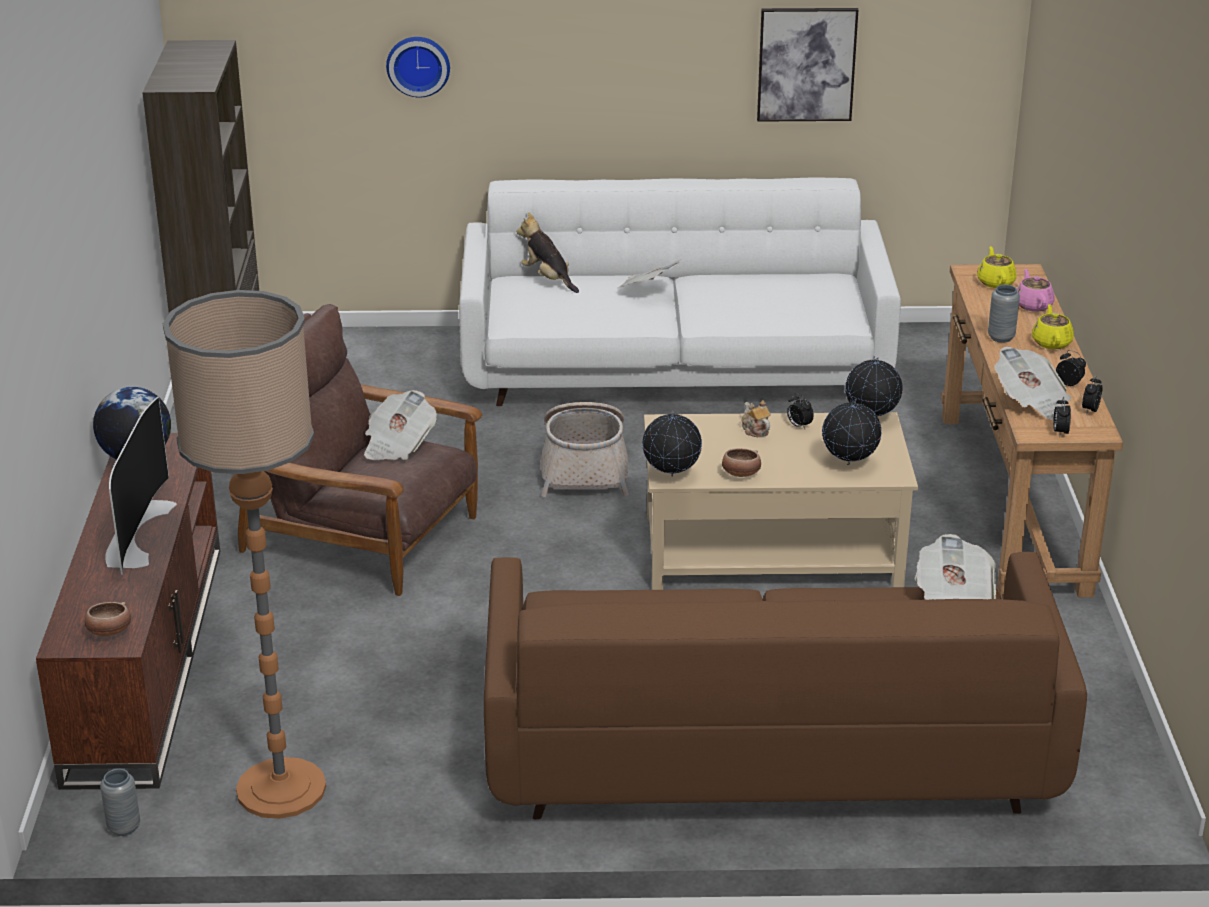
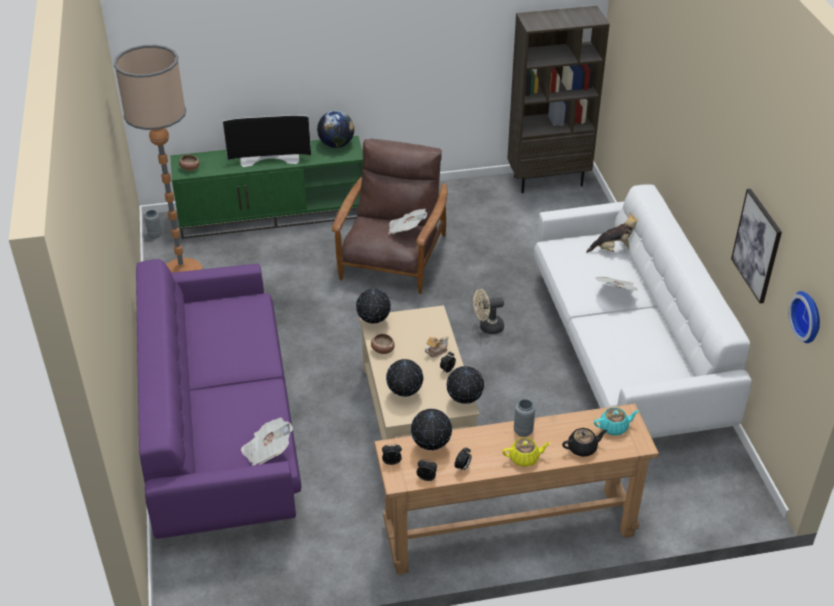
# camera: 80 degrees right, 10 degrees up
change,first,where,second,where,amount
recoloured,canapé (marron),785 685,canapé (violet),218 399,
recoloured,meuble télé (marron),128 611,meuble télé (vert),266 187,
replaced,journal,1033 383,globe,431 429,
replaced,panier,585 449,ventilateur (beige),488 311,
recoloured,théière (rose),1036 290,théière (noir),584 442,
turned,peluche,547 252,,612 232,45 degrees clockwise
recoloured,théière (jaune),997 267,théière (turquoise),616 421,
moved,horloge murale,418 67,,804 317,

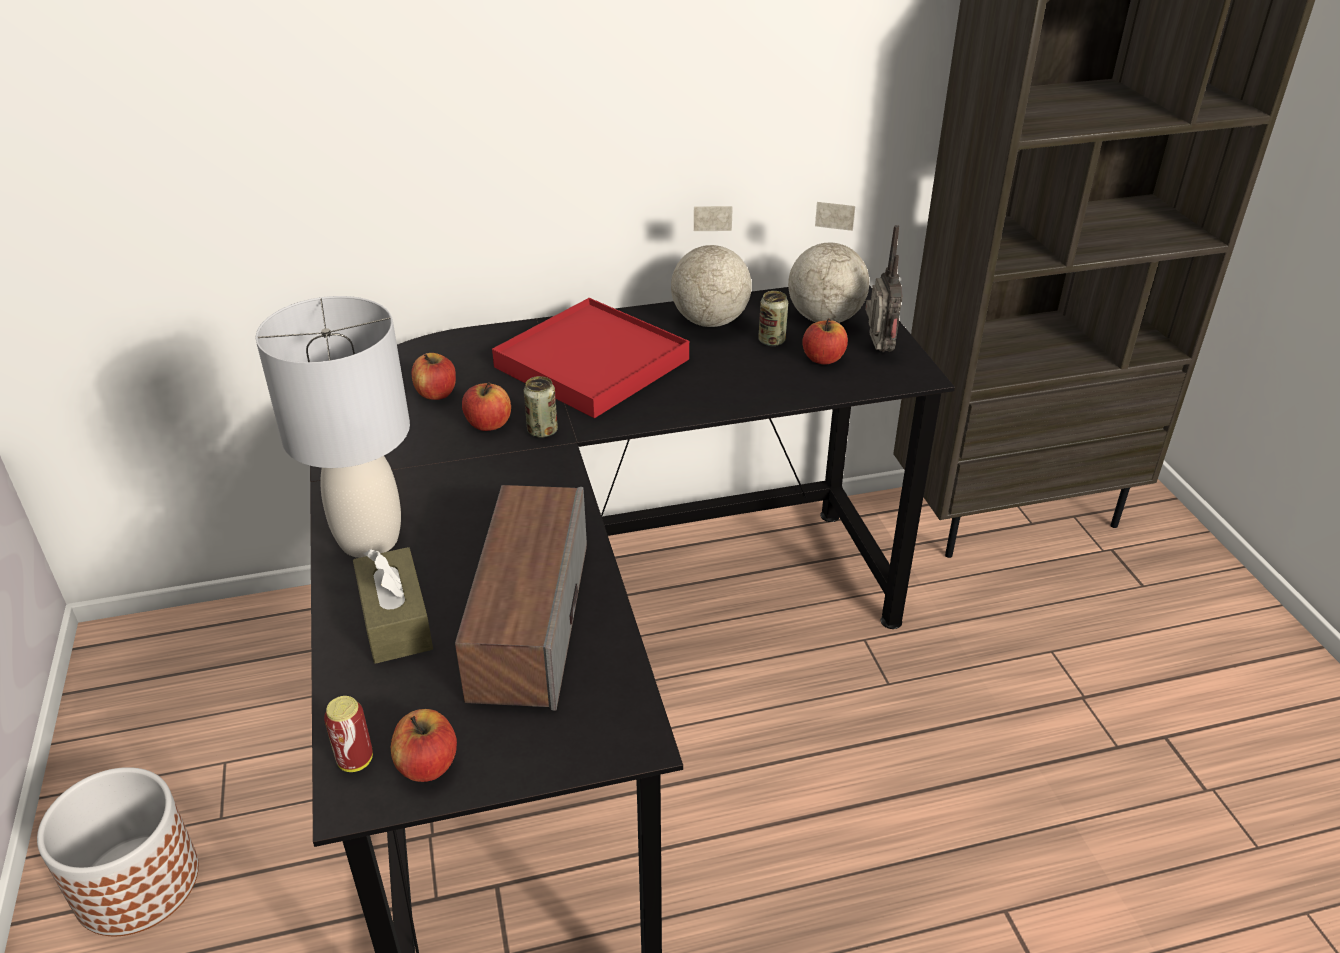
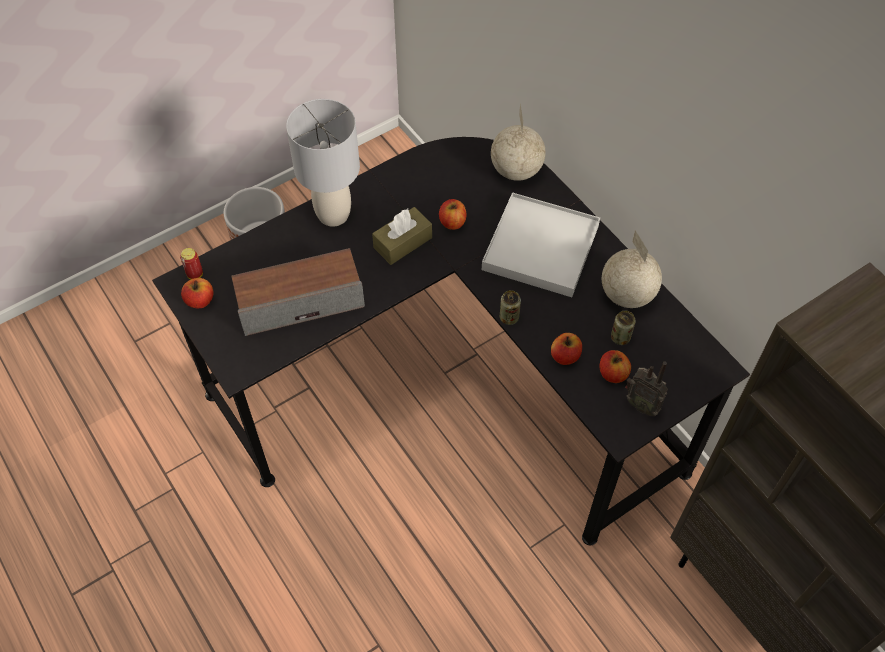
# camera: 70 degrees right, 20 degrees up
change,first,where,second,where,amount
moved,boîte à mouchoirs (marron),393 605,,402 236,
recoloured,plateau (rouge),590 358,plateau (blanc),541 244,
moved,globe,828 262,,518 142,
moved,boîte métallique,541 407,,510 307,
moved,pomme,434 376,,566 349,
turned,radio,884 288,,646 389,60 degrees clockwise

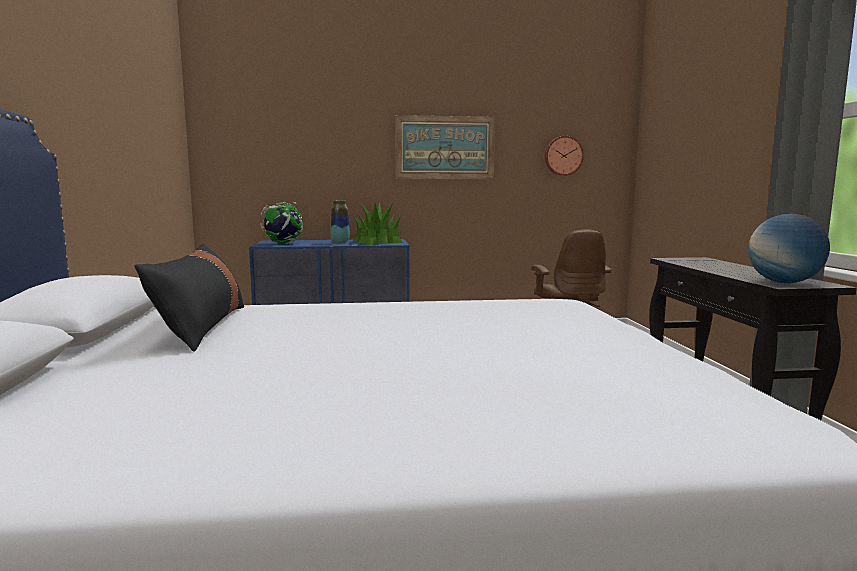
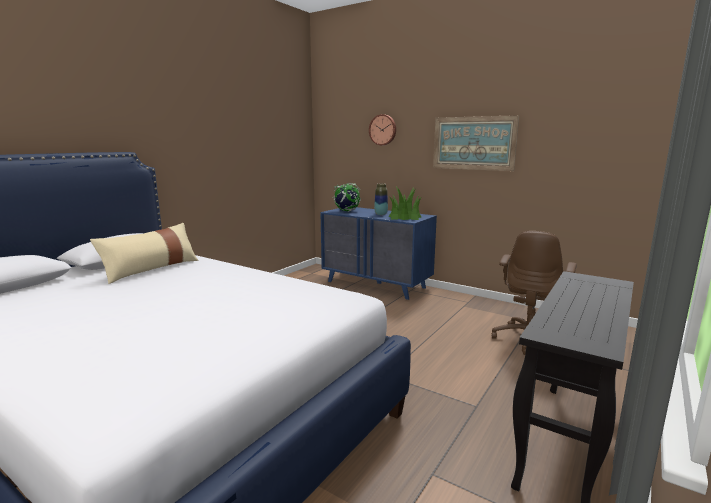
# camera: 40 degrees right, 5 degrees up
change,first,where,second,where,amount
recoloured,coussin (noir),189 297,coussin (beige),144 253,
moved,horloge murale,564 156,,382 129,
removed,globe,789 248,,,

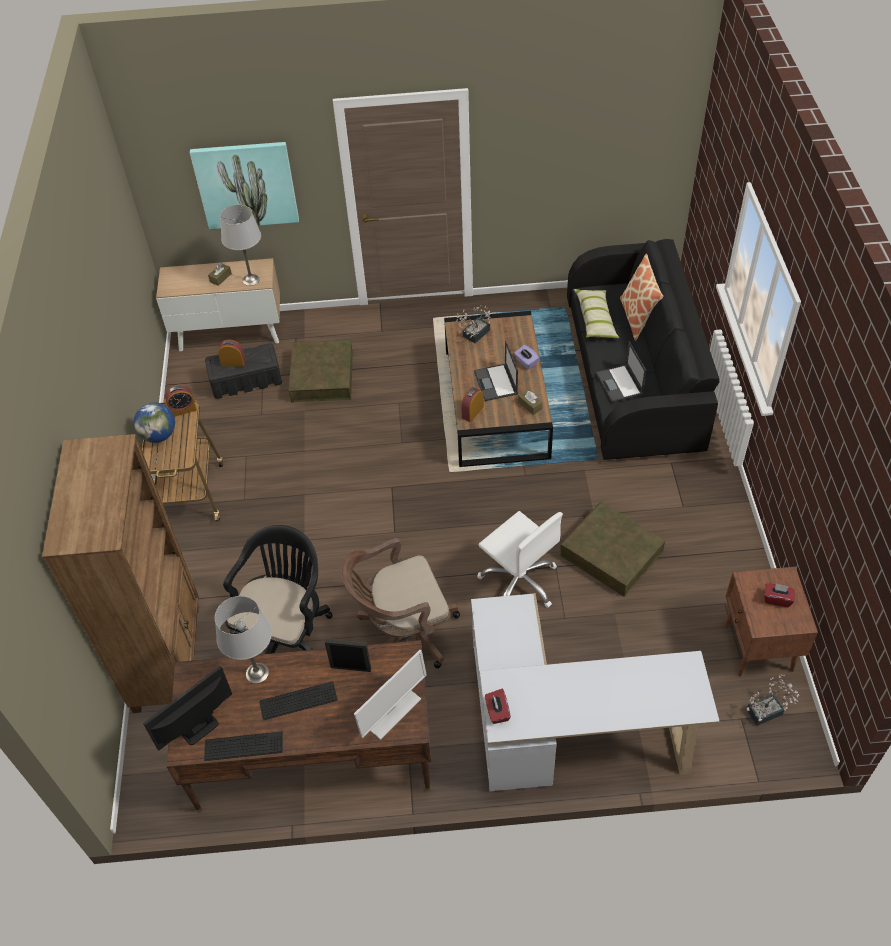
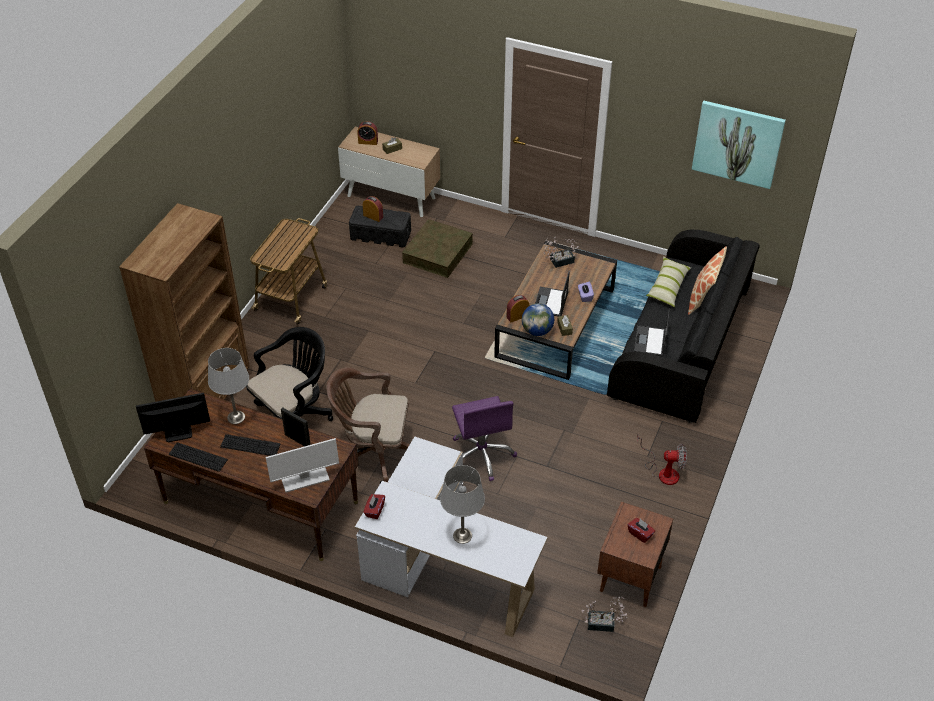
# camera: 25 degrees right, 5 degrees down
change,first,where,second,where,amount
moved,réveil,181 401,,367 133,
moved,lampe de table (gris),240 245,,462 504,
recoloured,chaise de bureau (blanc),520 559,chaise de bureau (violet),484 438,
moved,globe,154 422,,538 319,
added,,,ventilateur,662 460,
moved,tableau,244 185,,739 145,
removed,boîte de rangement (marron),612 549,,,

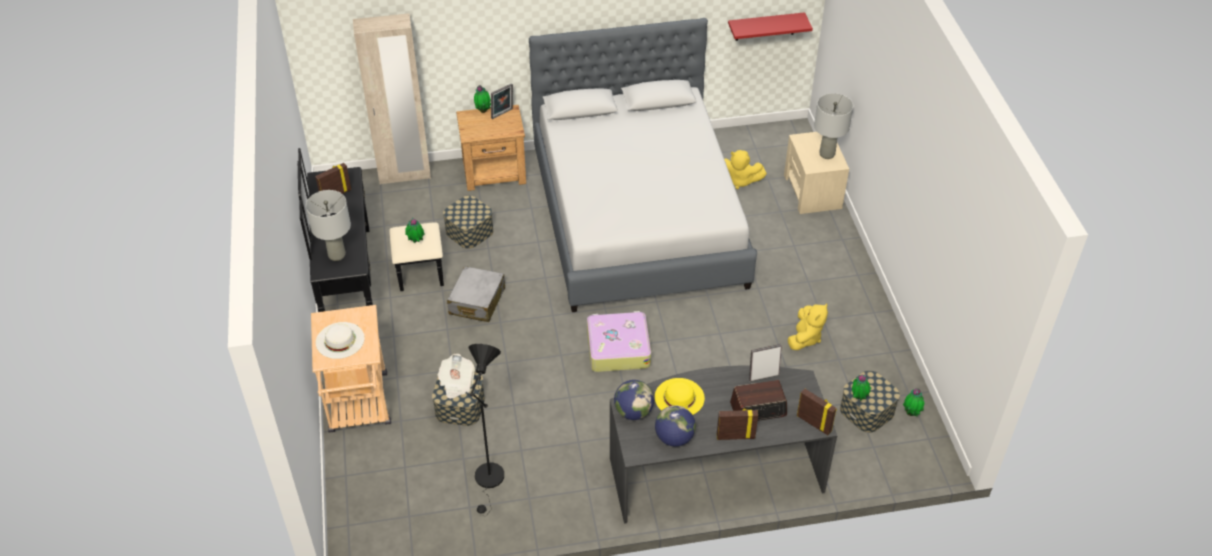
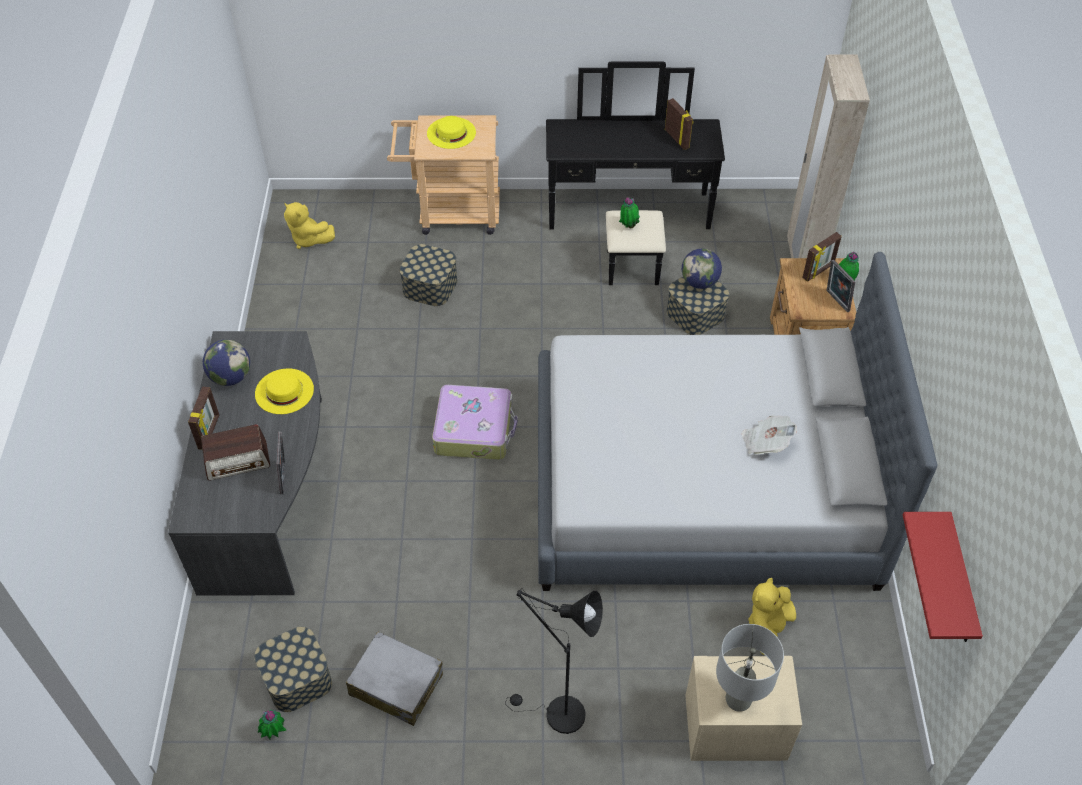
# camera: 100 degrees right, 5 degrees up
change,first,where,second,where,amount
turned,radio,758 400,,235 452,75 degrees clockwise
moved,peluche (jaune),808 326,,309 225,
moved,valise (gris),476 294,,394 679,
recoloured,chapeau (blanc),340 340,chapeau (jaune),451 132,
moved,lampadaire (noir),486 430,,554 662,
moved,globe,634 400,,702 269,
moved,journal,456 376,,769 435,
moved,cadre photo,817 412,,822 257,
removed,lampe de table (gris),328 225,,,
removed,plante en pot,861 387,,,

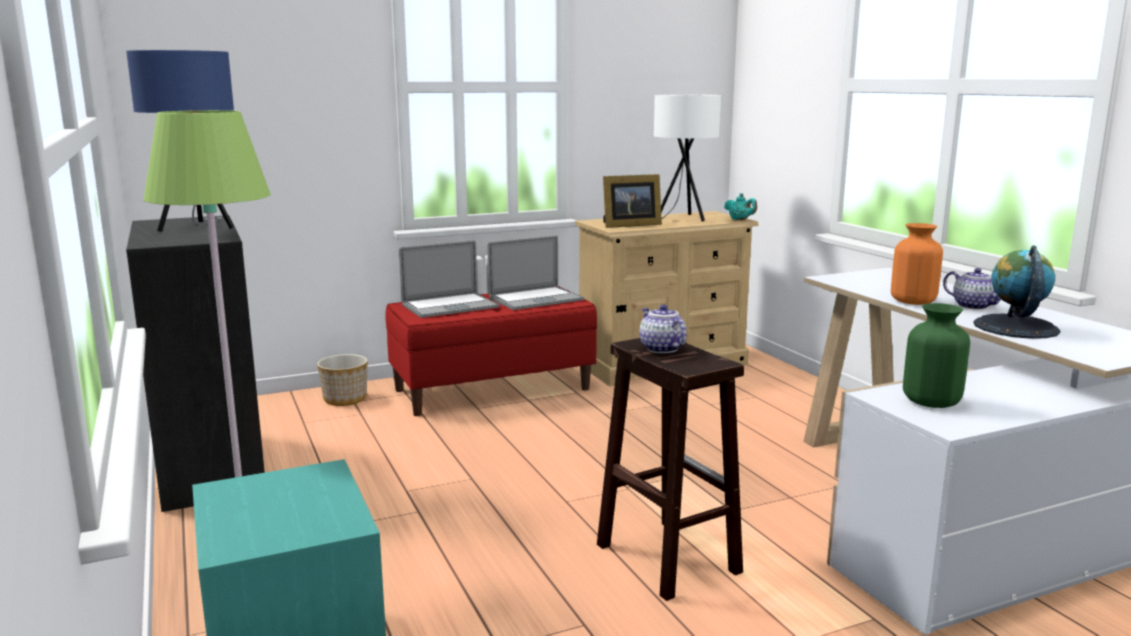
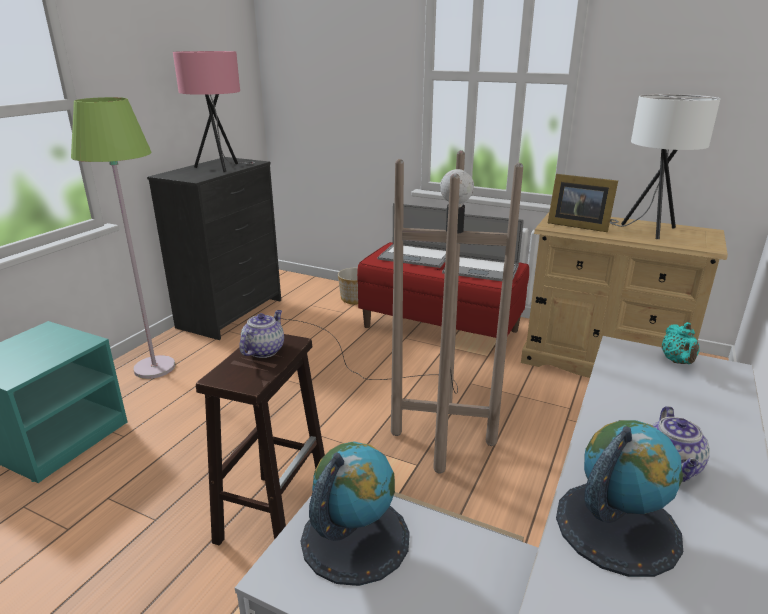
# camera: 50 degrees right, 10 degrees up
change,first,where,second,where,amount
recoloured,lampe de table (bleu),180 141,lampe de table (rose),214 112,
added,,,lampadaire (marron),401 312,
replaced,vase (vert),936 355,globe,355 514,
moved,théière (turquoise),740 206,,681 343,
removed,vase (orange),917 264,,,

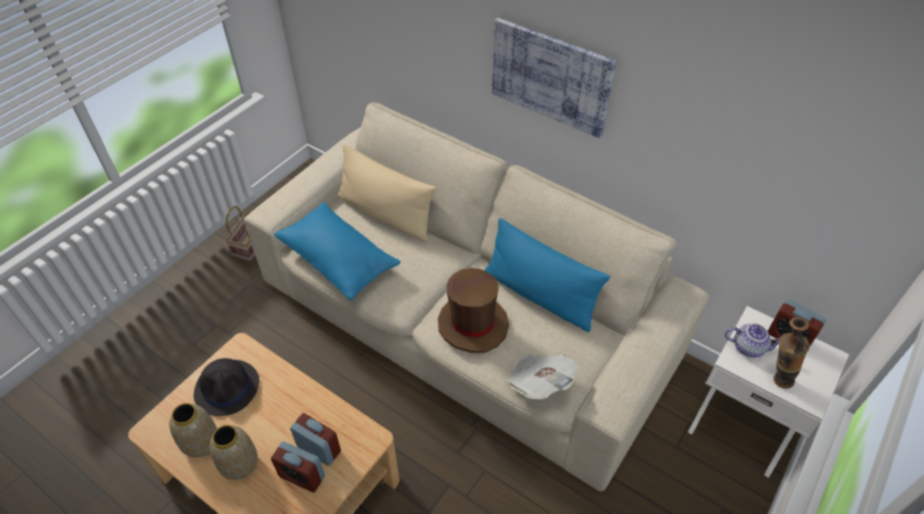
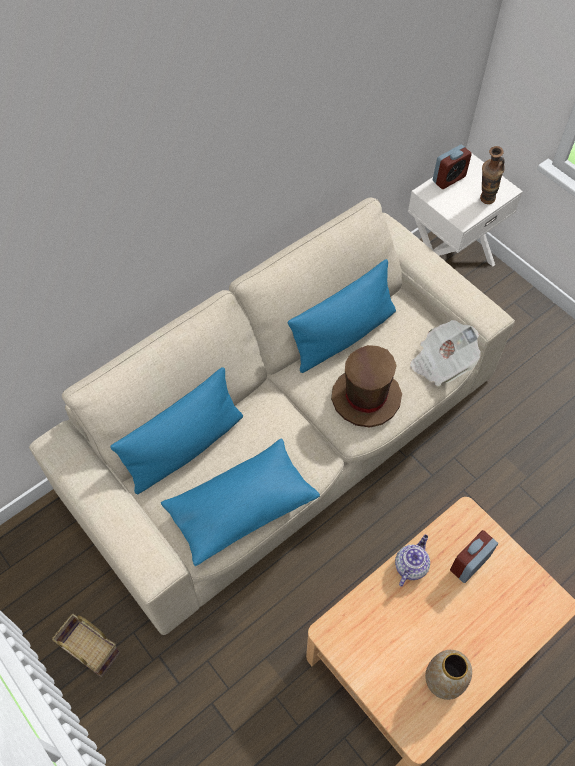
# camera: 75 degrees left, 10 degrees up
change,first,where,second,where,amount
recoloured,coussin (beige),387 193,coussin (bleu),176 430,
moved,théière,752 341,,412 560,
removed,chapeau (noir),226 387,,,
removed,vase,233 452,,,
removed,réveil,298 466,,,
removed,tableau,554 78,,,

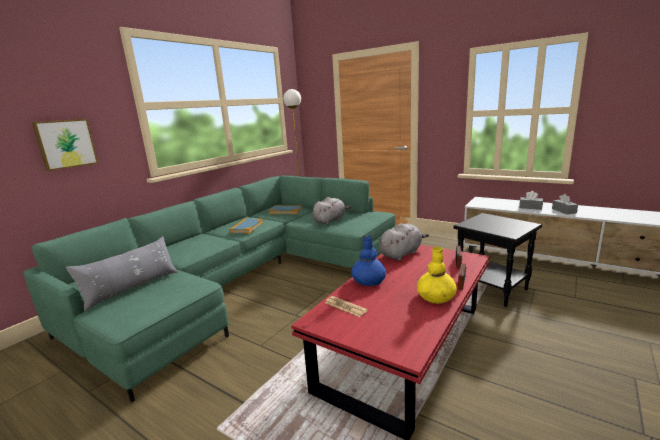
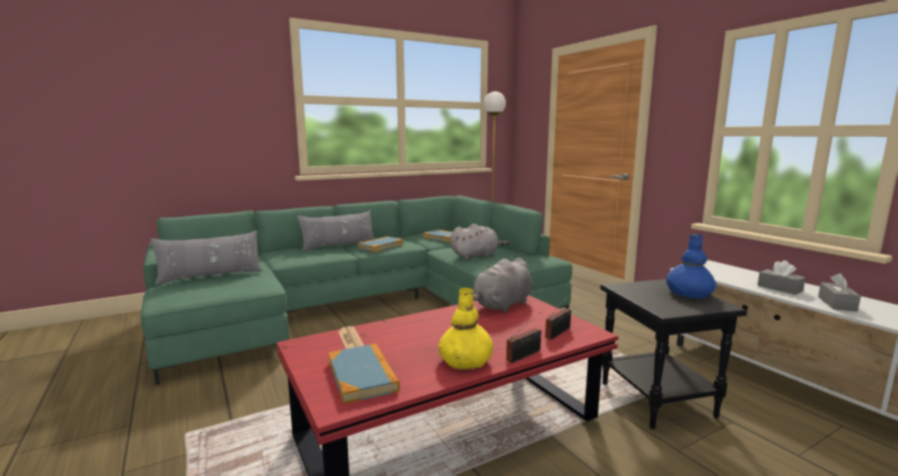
# camera: 25 degrees right, 5 degrees down
change,first,where,second,where,amount
added,,,coussin (gris),335 230,
added,,,livre,364 374,
turned,peluche (gris),404 242,,502 285,150 degrees clockwise
moved,vase (bleu),368 260,,691 266,
removed,tableau,65 145,,,

